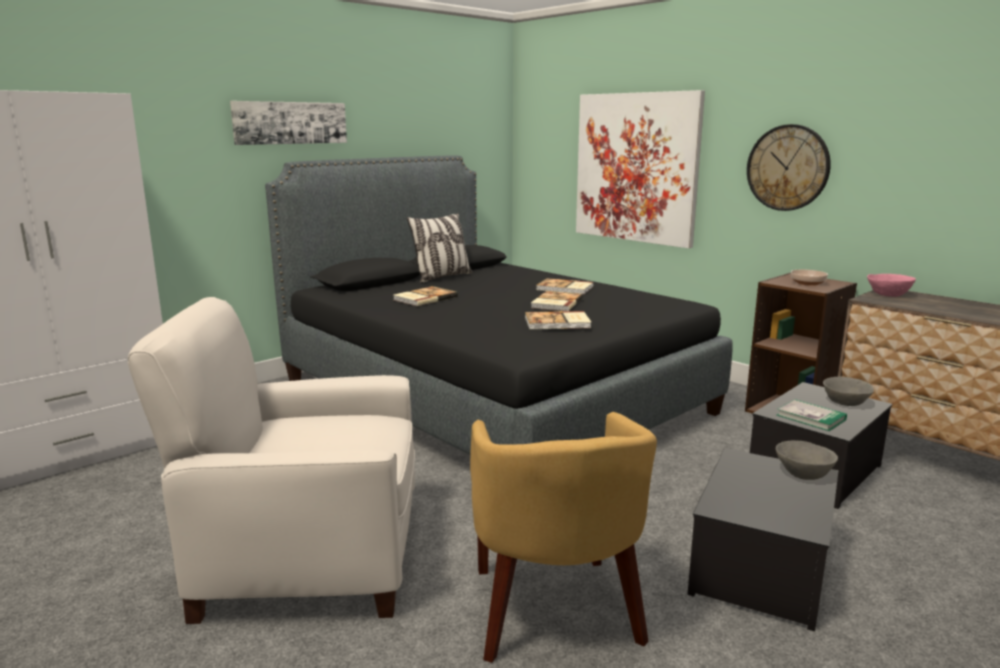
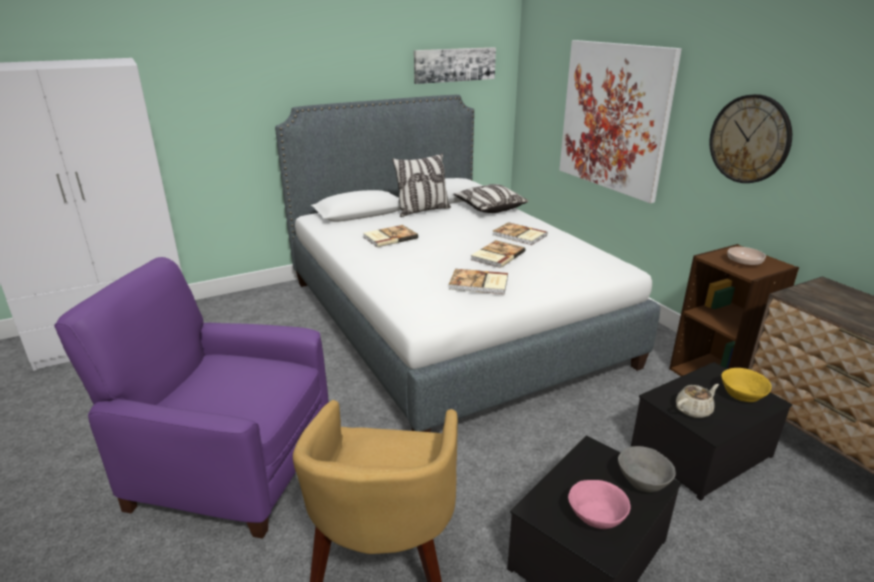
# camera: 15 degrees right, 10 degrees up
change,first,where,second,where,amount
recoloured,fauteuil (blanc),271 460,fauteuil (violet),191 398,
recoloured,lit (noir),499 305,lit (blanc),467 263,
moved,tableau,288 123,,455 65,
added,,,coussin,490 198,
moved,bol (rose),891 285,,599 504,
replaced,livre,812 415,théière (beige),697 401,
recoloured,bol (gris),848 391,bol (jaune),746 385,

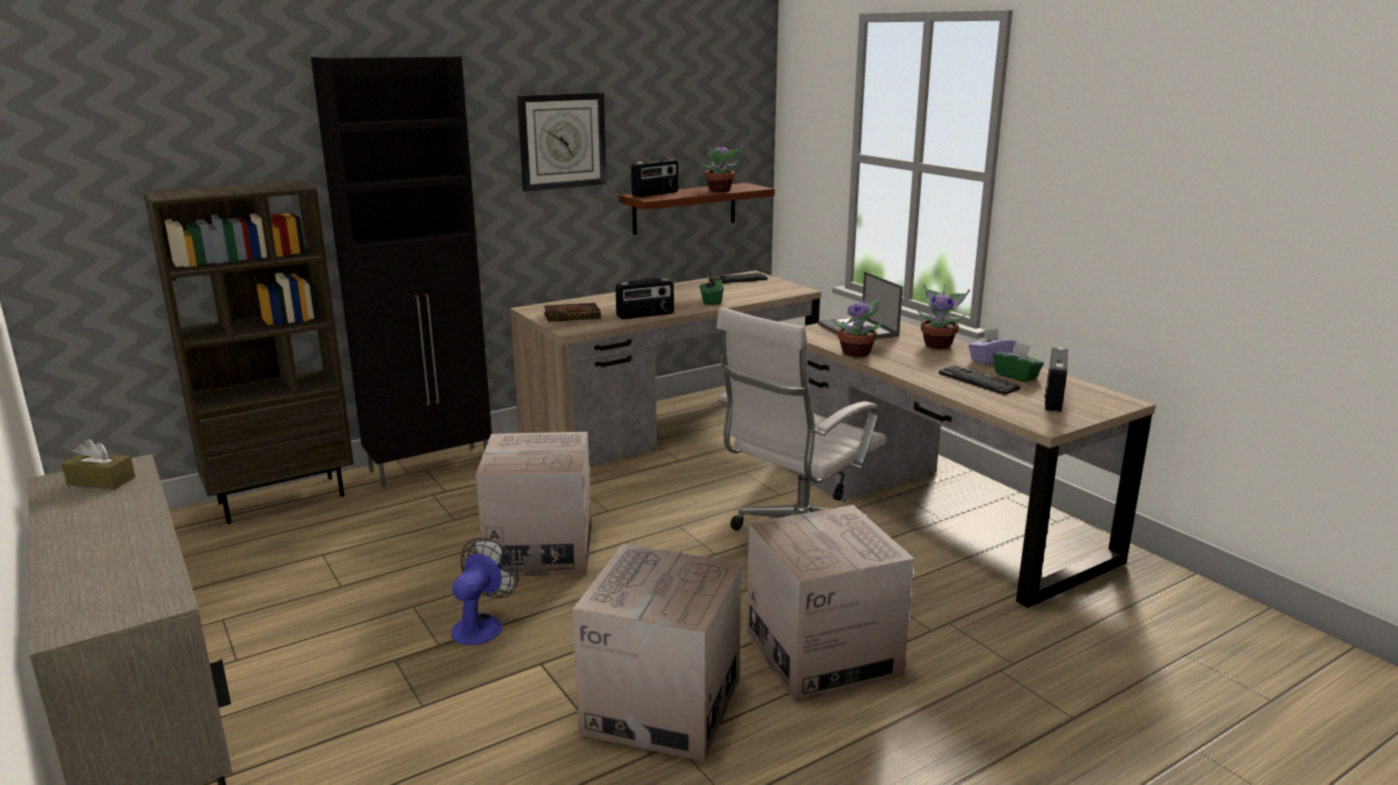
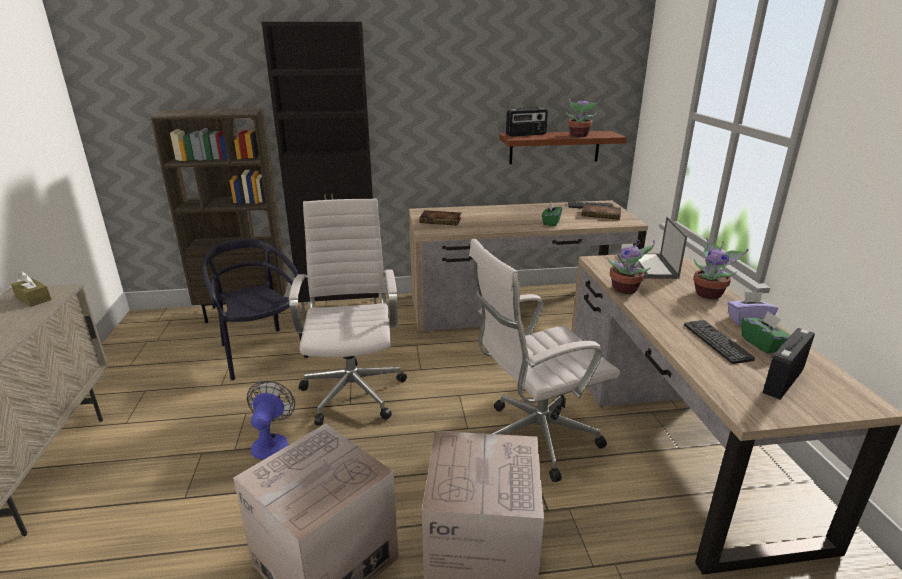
# camera: 25 degrees right, 5 degrees up
change,first,where,second,where,amount
added,,,chaise (noir),255 309,
turned,ventilateur,485 591,,271 420,45 degrees counterclockwise
replaced,carton,534 504,chaise de bureau (blanc),348 312,
added,,,livre,601 212,
removed,horloge murale,562 142,,,
removed,radio,644 298,,,

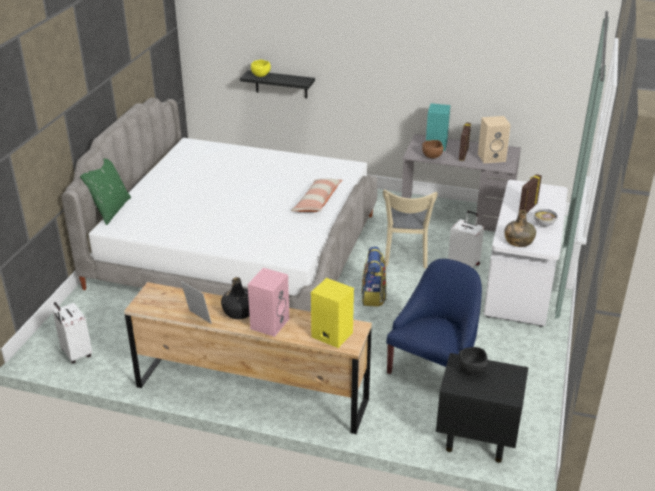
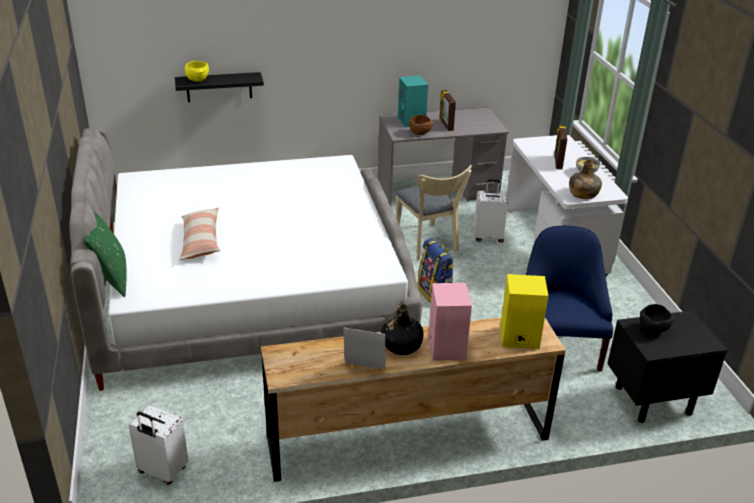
# camera: 30 degrees left, 0 degrees up
change,first,where,second,where,amount
moved,coussin,316 195,,199 234,
removed,enceinte (beige),494 139,,,

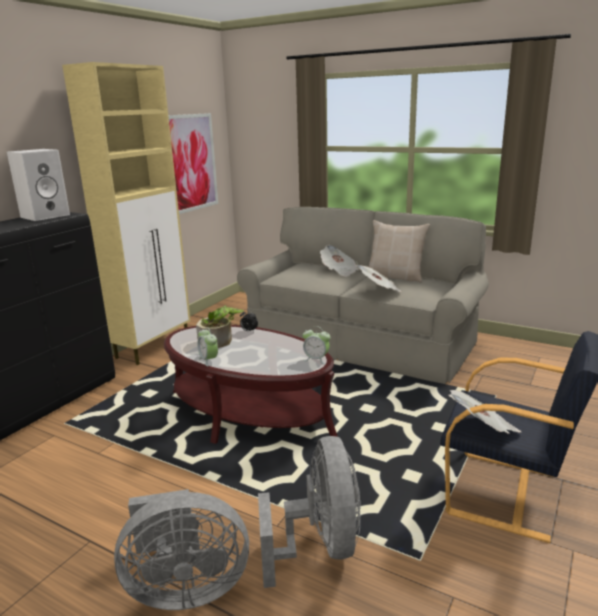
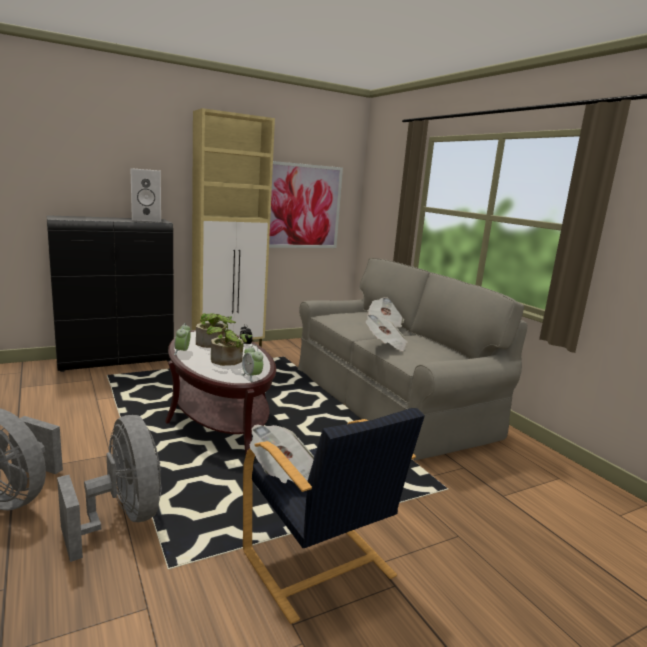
# camera: 30 degrees right, 5 degrees down
change,first,where,second,where,amount
turned,ventilateur (gris),309 512,,109 488,60 degrees counterclockwise
added,,,plante en pot,229 346,
removed,coussin (beige),397 251,,,

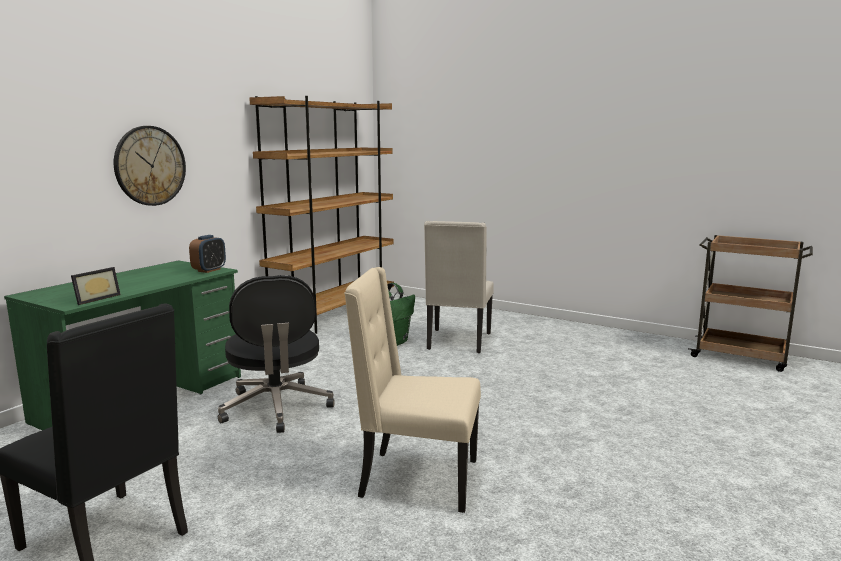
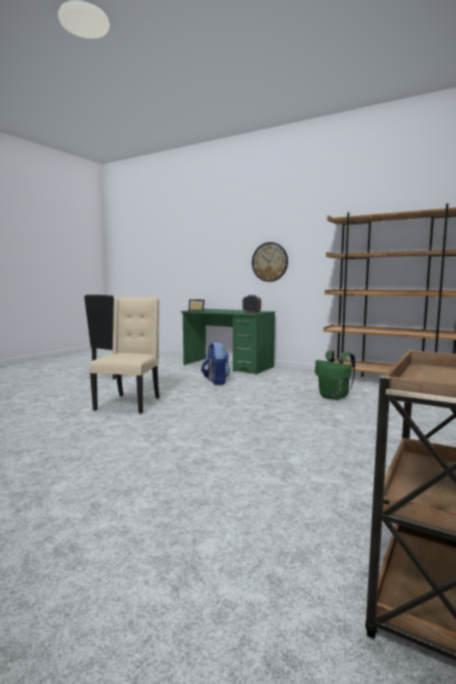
# camera: 90 degrees right, 5 degrees down
change,first,where,second,where,amount
replaced,chaise de bureau (noir),276 354,sac à dos,215 363,
removed,chaise (beige),459 287,,,

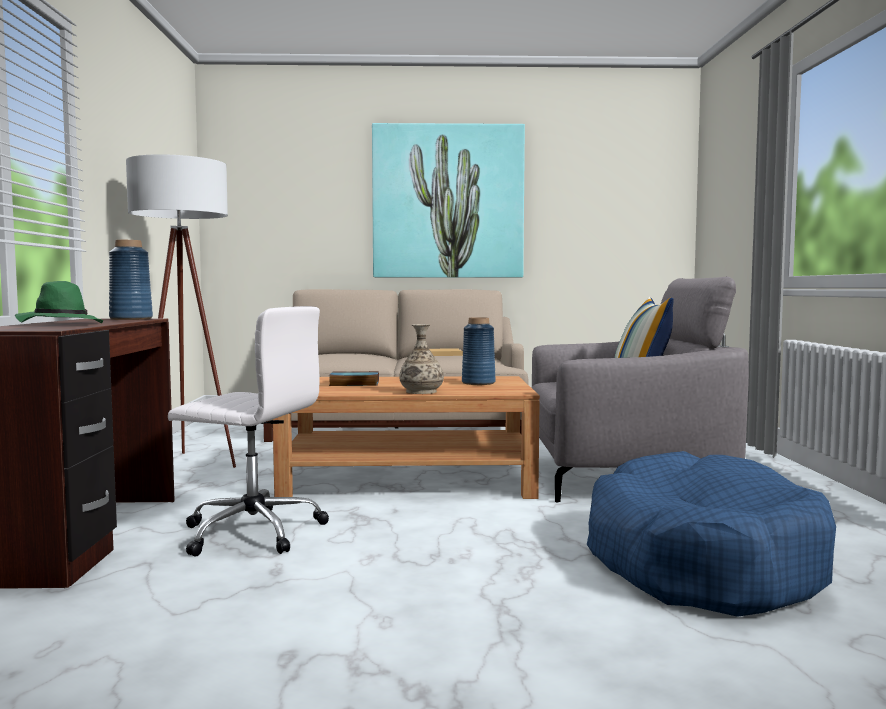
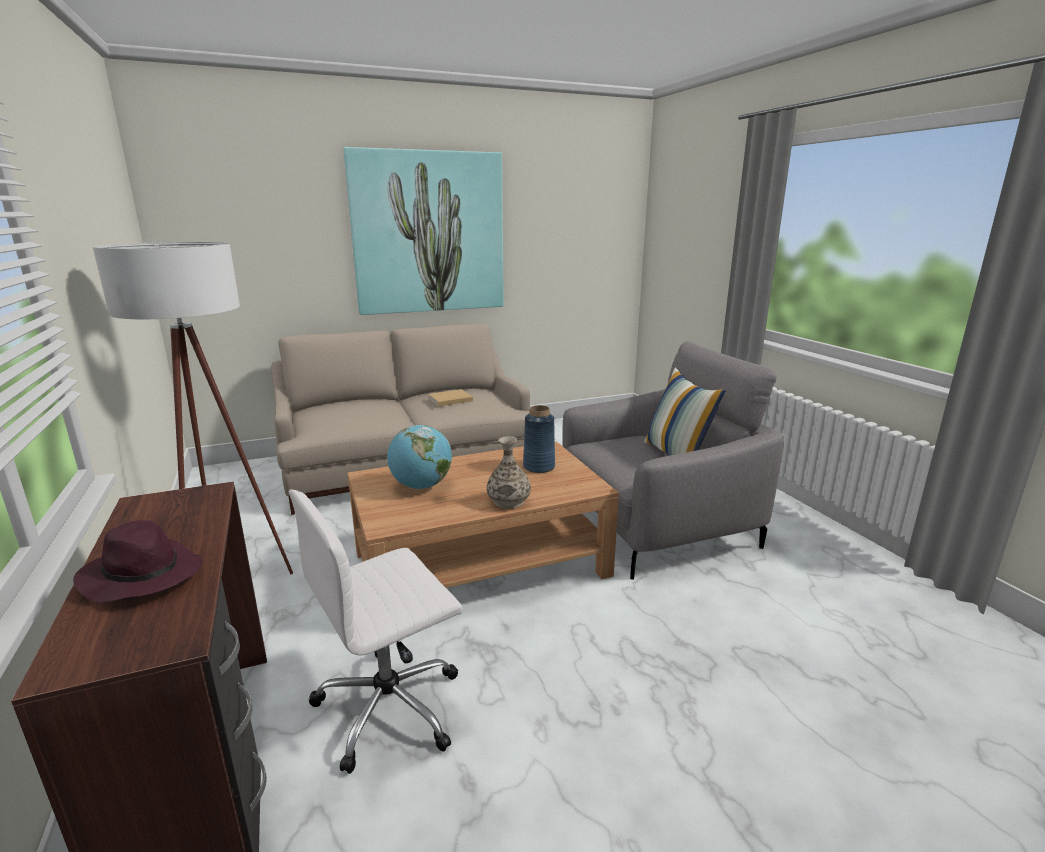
# camera: 20 degrees left, 15 degrees up
change,first,where,second,where,amount
recoloured,chapeau (vert),59 302,chapeau (violet),137 561,
turned,chaise de bureau (blanc),248 431,,376 631,150 degrees clockwise
replaced,livre,354 378,globe,419 457,
removed,vase (bleu),131 280,,,
removed,panier pour chien (bleu),711 534,,,

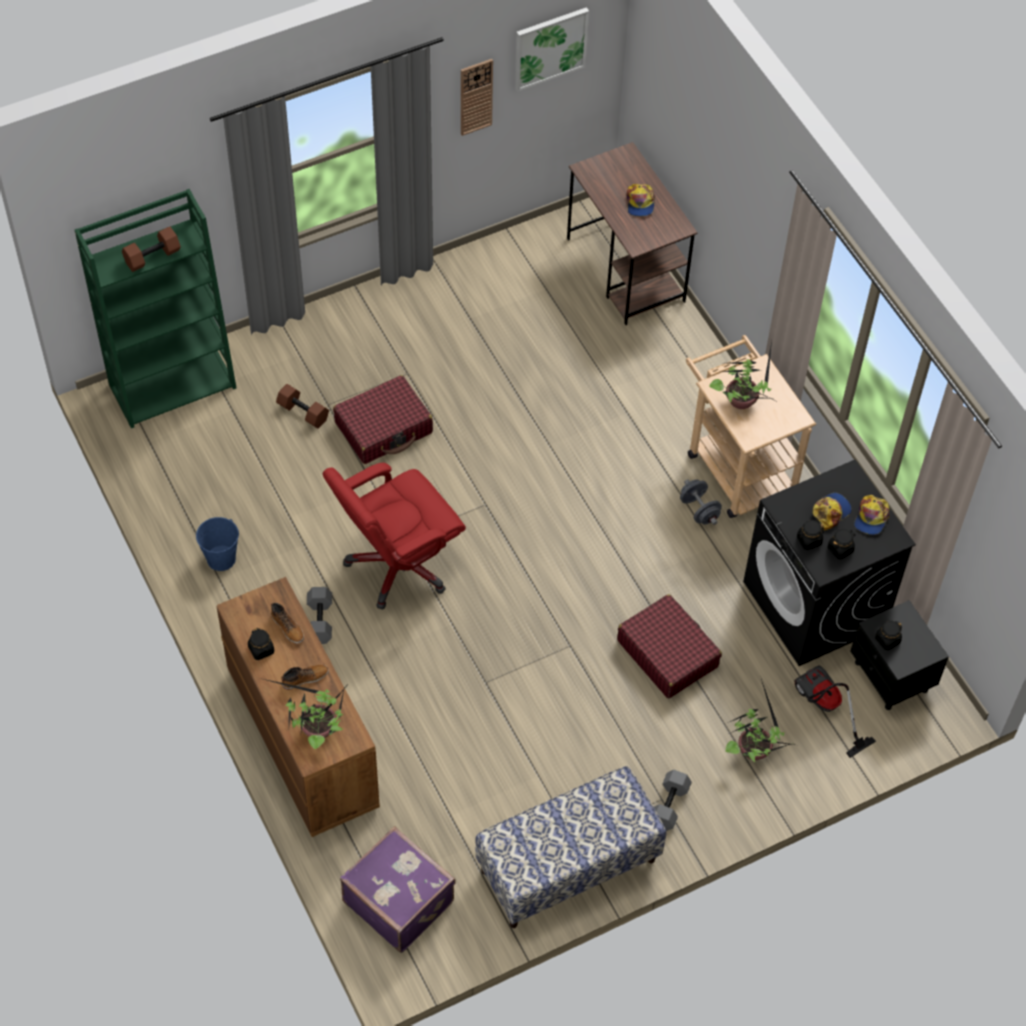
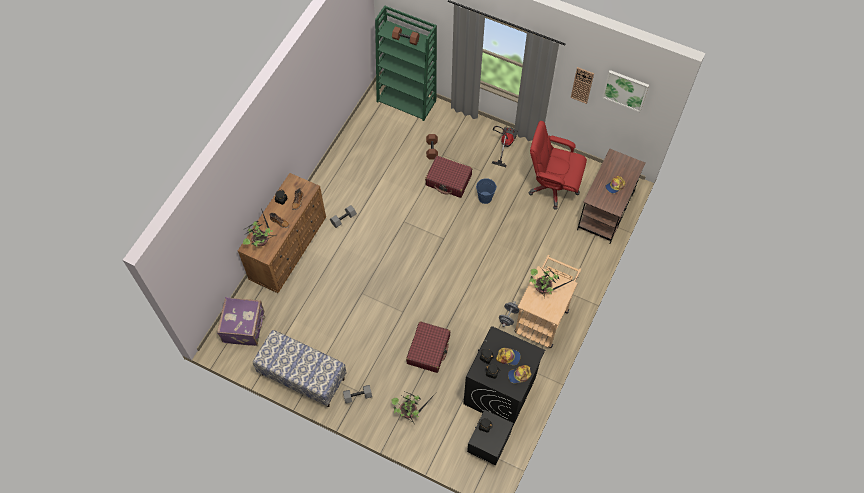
# camera: 55 degrees right, 5 degrees up
change,first,where,second,where,amount
moved,seau (bleu),217 544,,486 191,
moved,aspirateur,835 712,,505 146,
moved,chaise de bureau (rouge),394 536,,558 165,

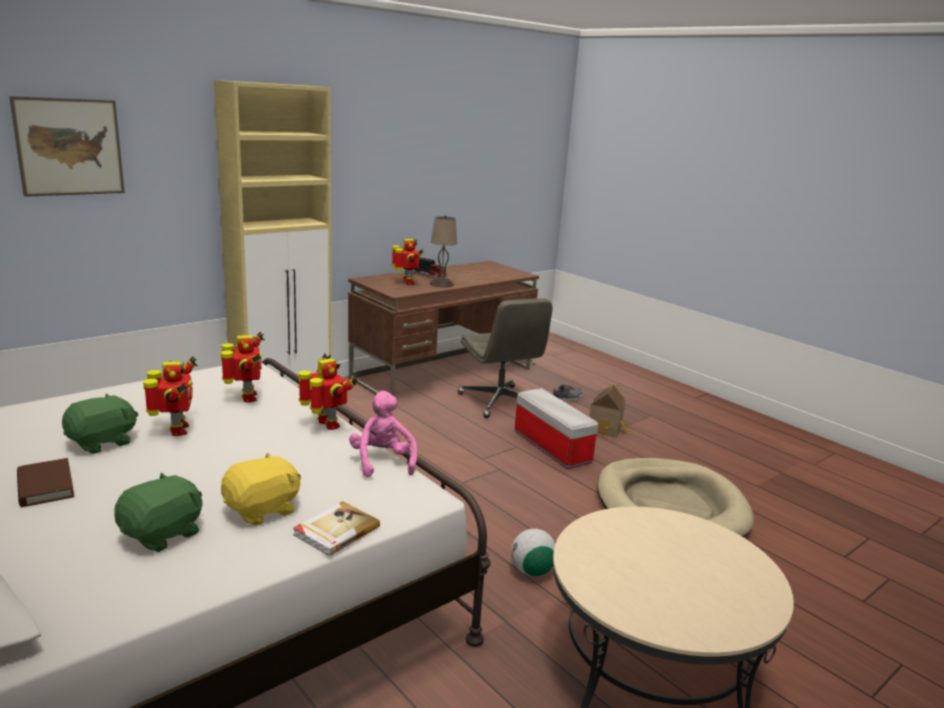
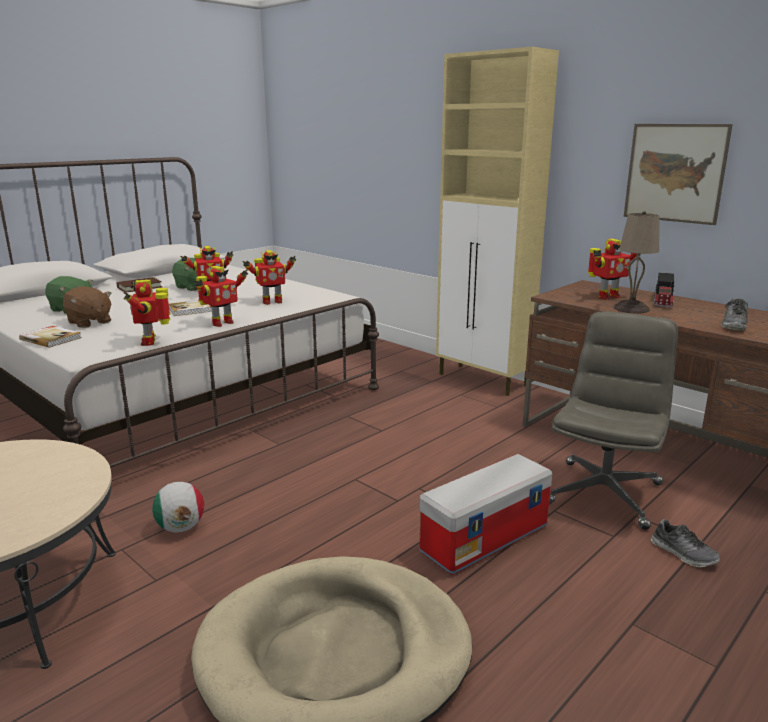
# camera: 85 degrees right, 0 degrees up
change,first,where,second,where,amount
recoloured,peluche (jaune),261 489,peluche (marron),87 307,
replaced,peluche (rose),383 434,robot jouet,146 312,
added,,,livre,190 308,
turned,chaise de bureau (gris),505 358,,613 420,150 degrees clockwise
moved,tableau,67 146,,678 174,
added,,,chaussure,734 314,
removed,maison miniature,609 410,,,

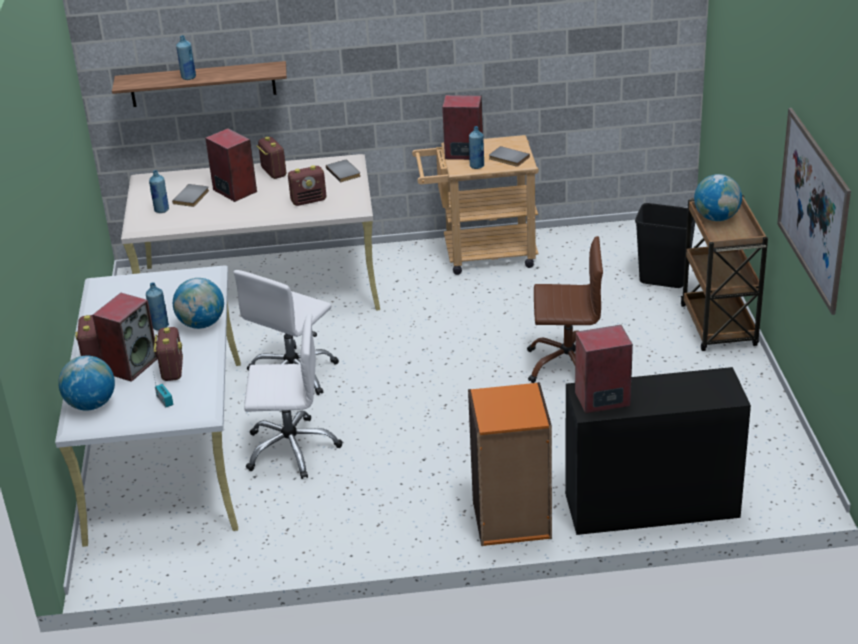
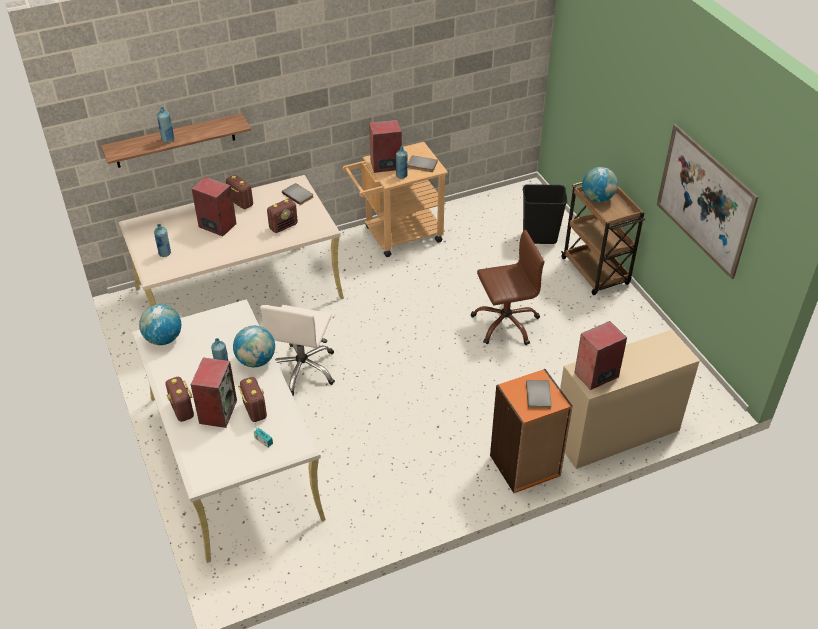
# camera: 20 degrees left, 10 degrees up
change,first,where,second,where,amount
moved,globe,86 383,,160 324,
moved,livre (gris),190 195,,539 394,
recoloured,bureau (noir),658 451,bureau (beige),630 399,
removed,chaise de bureau (blanc),293 396,,,

